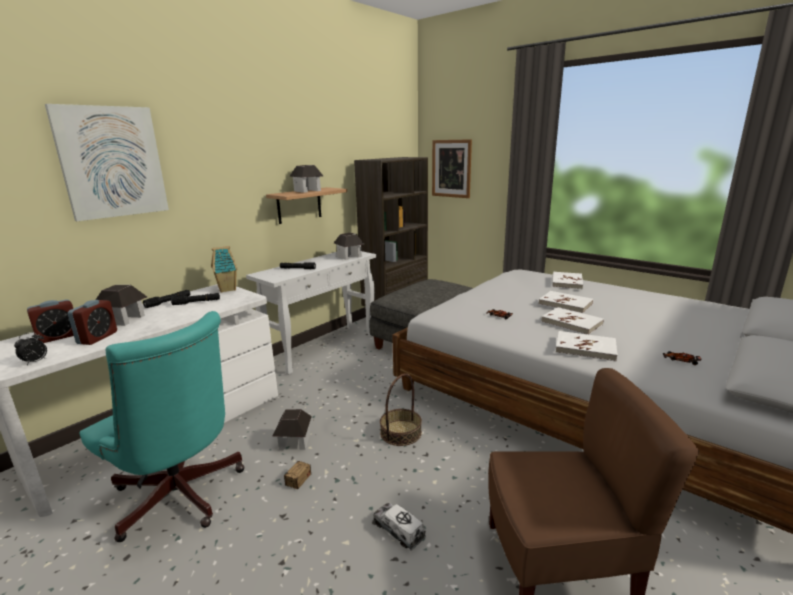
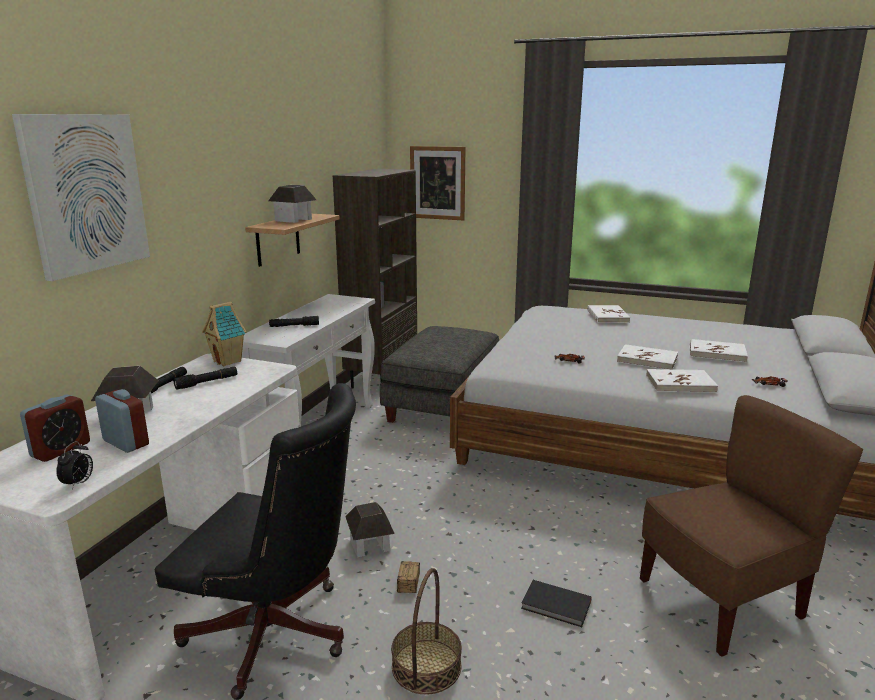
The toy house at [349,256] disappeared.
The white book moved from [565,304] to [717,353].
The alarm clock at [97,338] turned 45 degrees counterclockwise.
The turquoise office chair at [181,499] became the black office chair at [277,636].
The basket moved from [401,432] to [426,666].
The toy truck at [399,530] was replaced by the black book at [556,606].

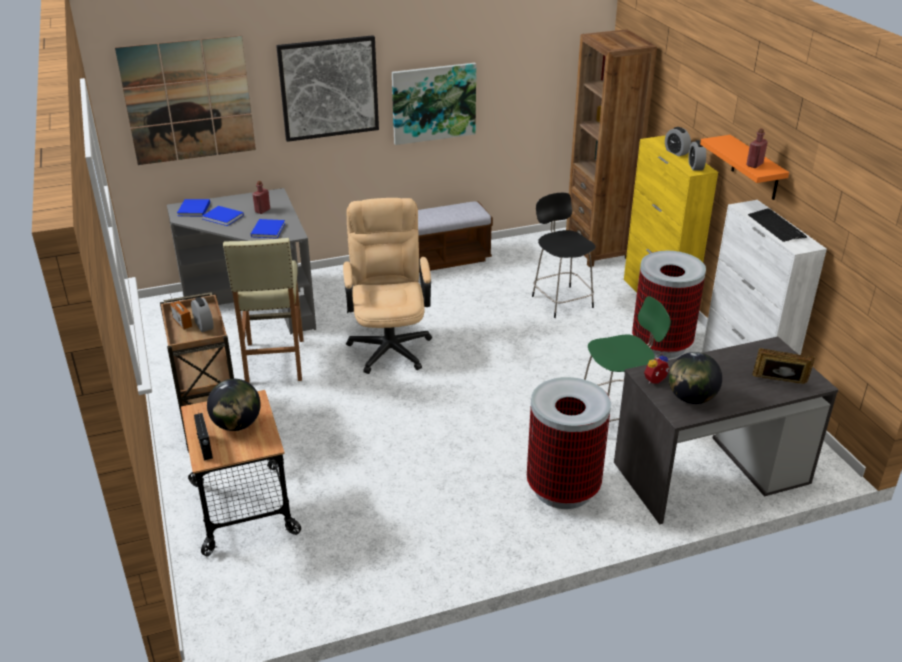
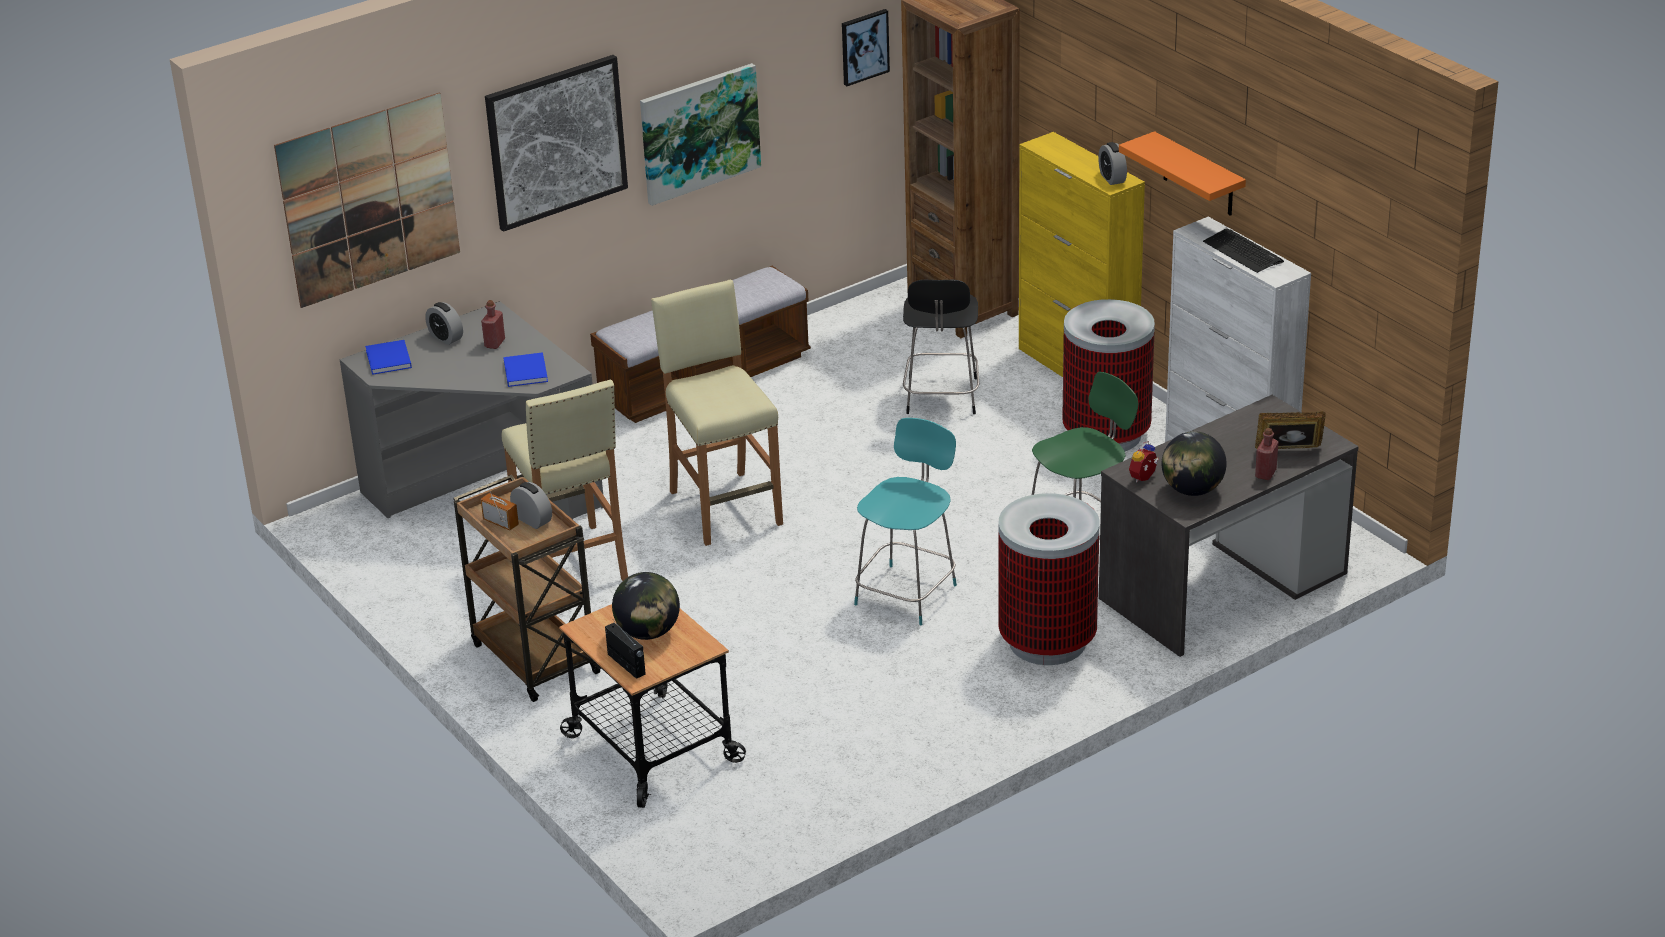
The alarm clock moved from [676,152] to [446,337].
The red bottle moved from [754,165] to [1265,473].
The black chair at [561,300] turned 135 degrees counterclockwise.
The beige office chair at [389,344] was replaced by the beige stool at [724,507].
The blue book at [224,217] disappeared.
The picture at [864,46] appeared.
The turquoise chair at [907,593] appeared.

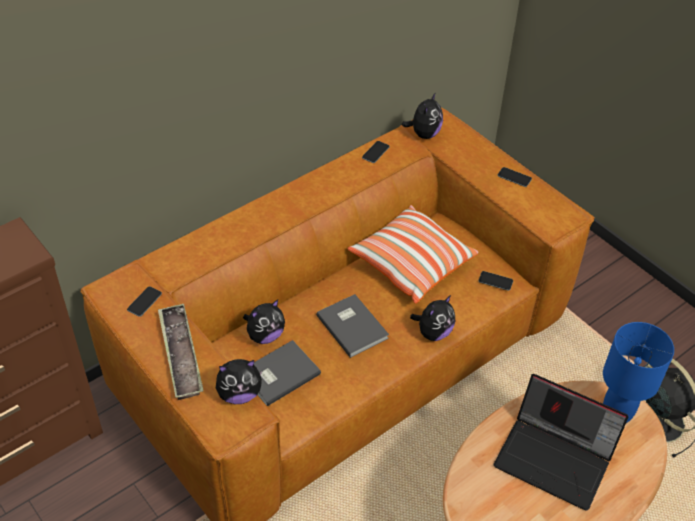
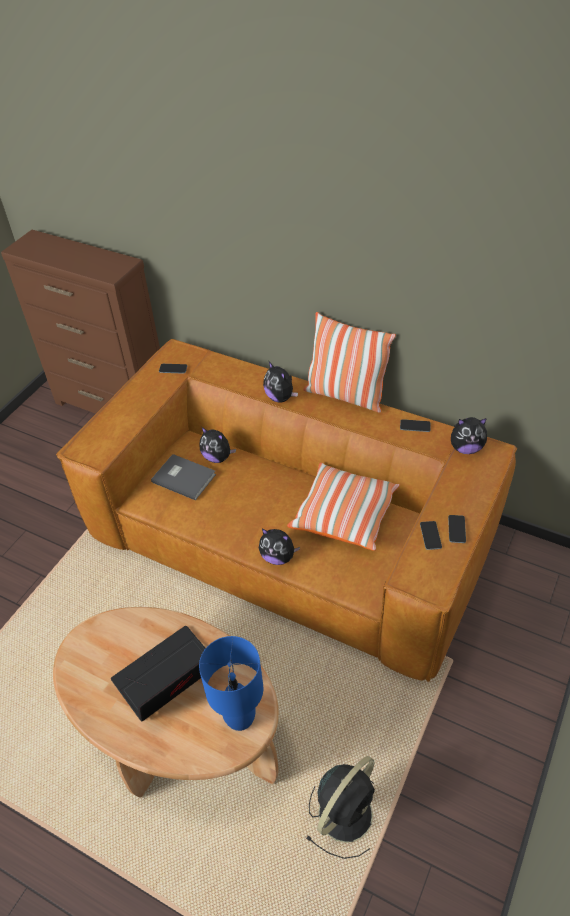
The phone moved from [495,281] to [430,535].
The grey book at [353,326] disappeared.
The tray at [180,355] disappeared.
The plush toy moved from [239,394] to [280,397].
The laptop at [555,459] turned 45 degrees clockwise.
The pillow at [345,395] appeared.

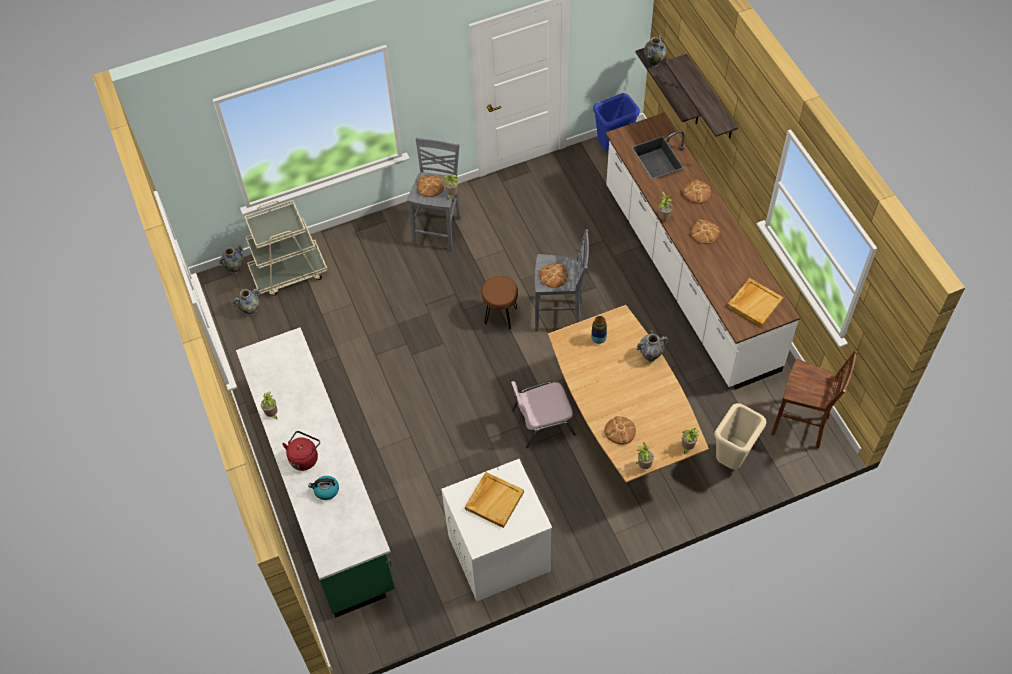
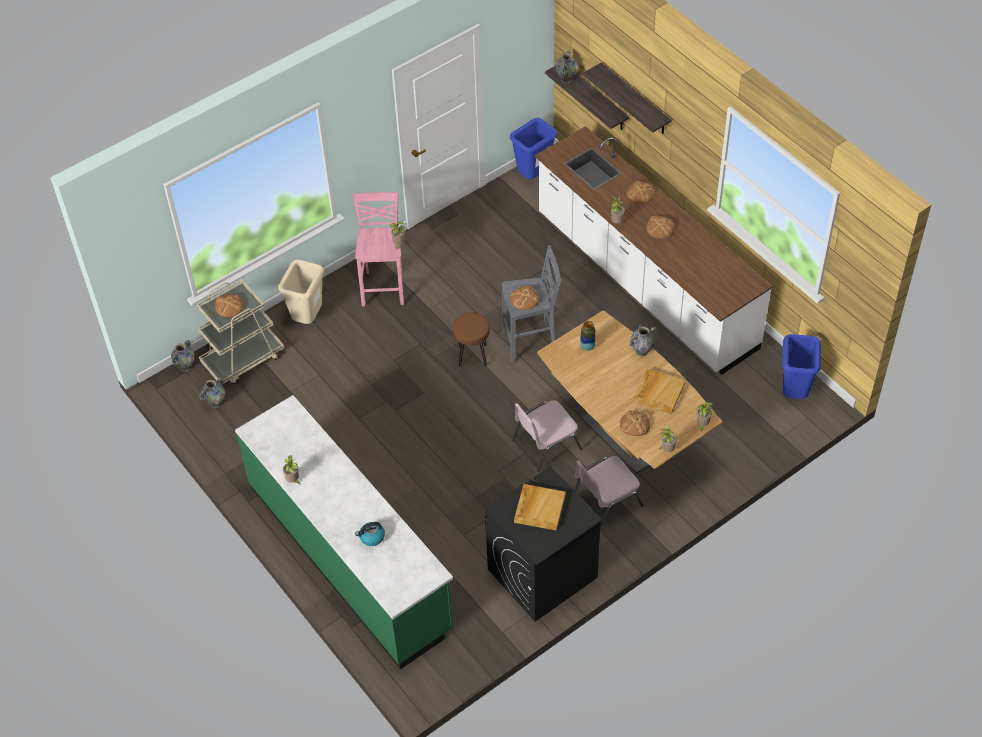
The grey stool at [439,230] became the pink stool at [384,287].
The bread moved from [430,186] to [229,306].
The beige tray moved from [754,303] to [658,392].
The brown stool at [801,425] was replaced by the blue trash can at [793,393].
The beige trash can moved from [732,459] to [308,318].
The red kettle at [304,457] disappeared.
The white washing machine at [498,554] became the black washing machine at [542,574].
The pink chair at [605,501] appeared.

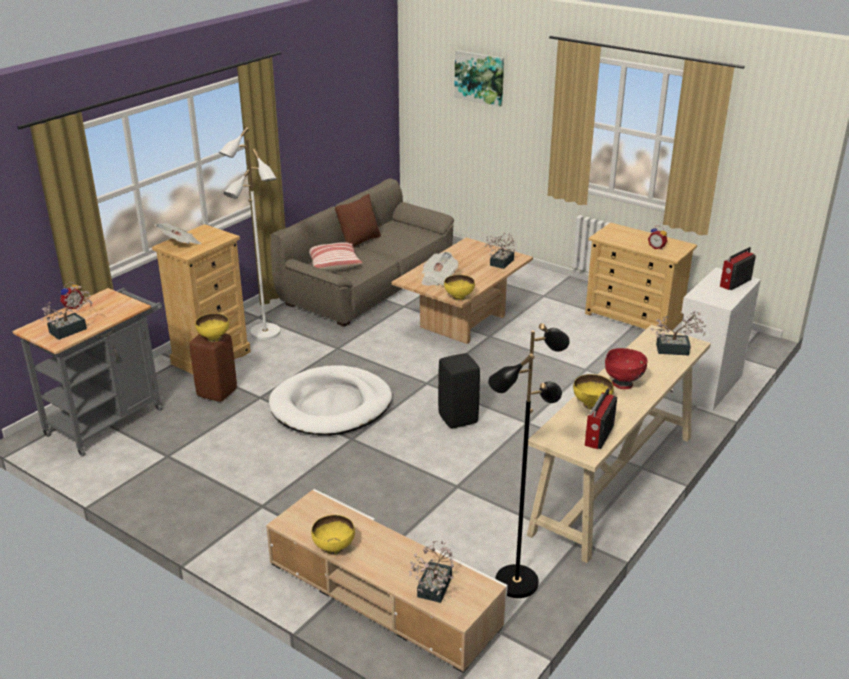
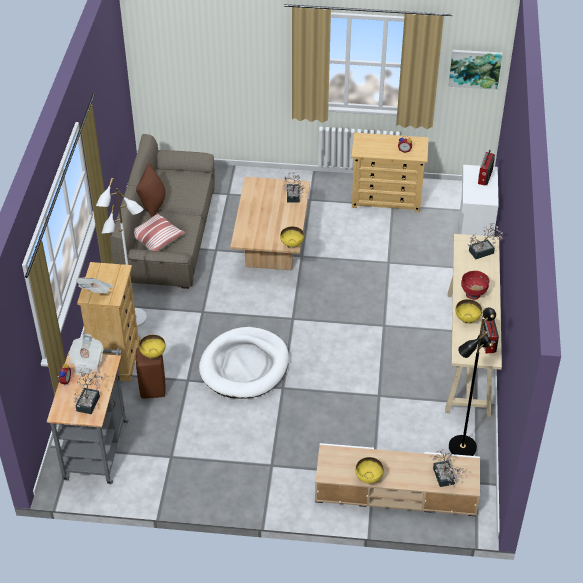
The picture moved from [479,77] to [475,68].
The newspaper moved from [438,279] to [86,362].
The black stool at [457,419] disappeared.

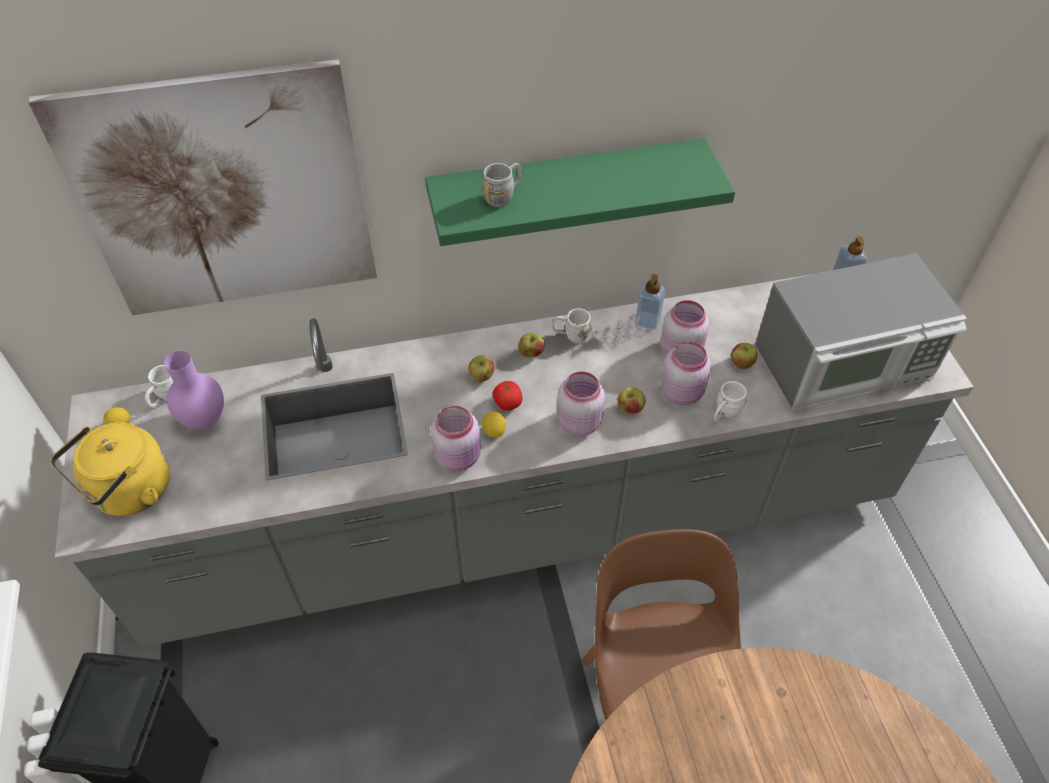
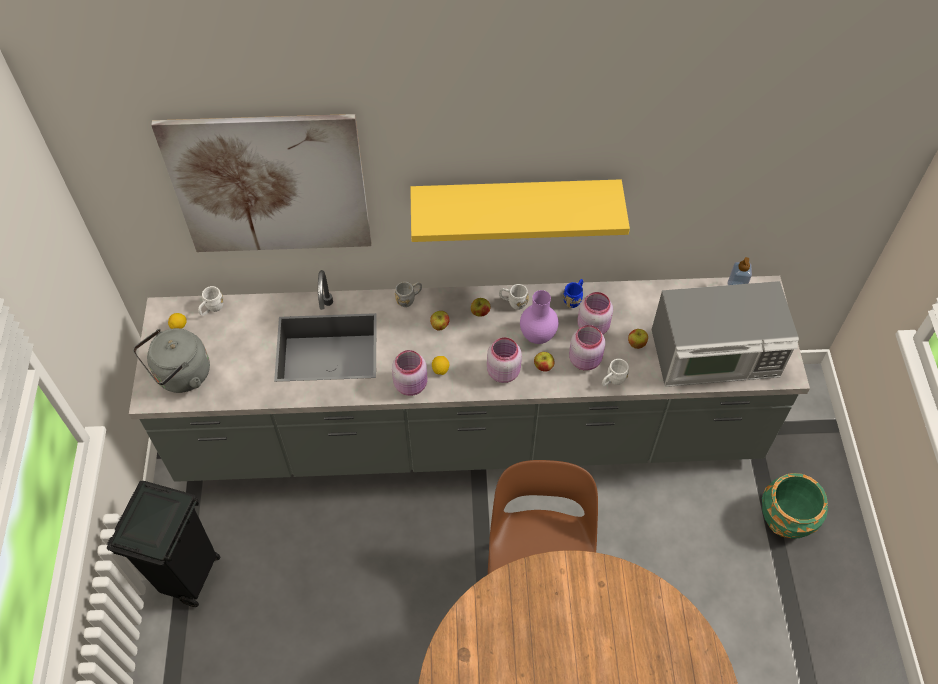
The green shelf at [566,188] became the yellow shelf at [515,201].
The grey mug moved from [503,196] to [409,299].
The soap dispenser at [647,321] was replaced by the blue mug at [574,298].
The purple vase moved from [206,420] to [538,337].
The tomato at [508,403] disappeared.
The yellow kettle at [129,493] became the grey kettle at [180,376].
The green planter at [785,518] appeared.

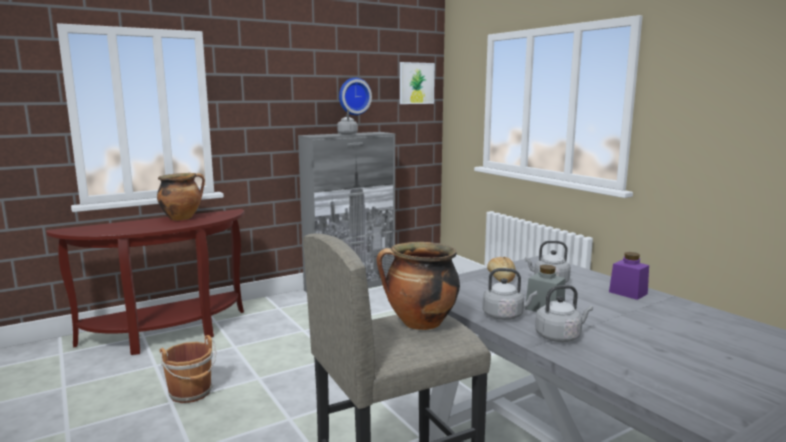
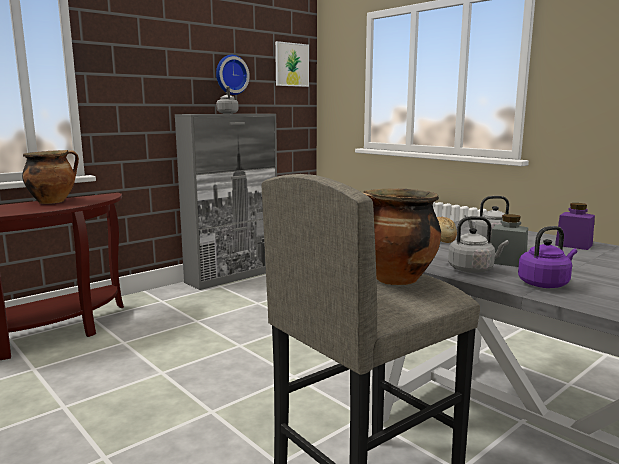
The grey kettle at [560,336] became the purple kettle at [545,284].
The brown bucket at [191,393] disappeared.

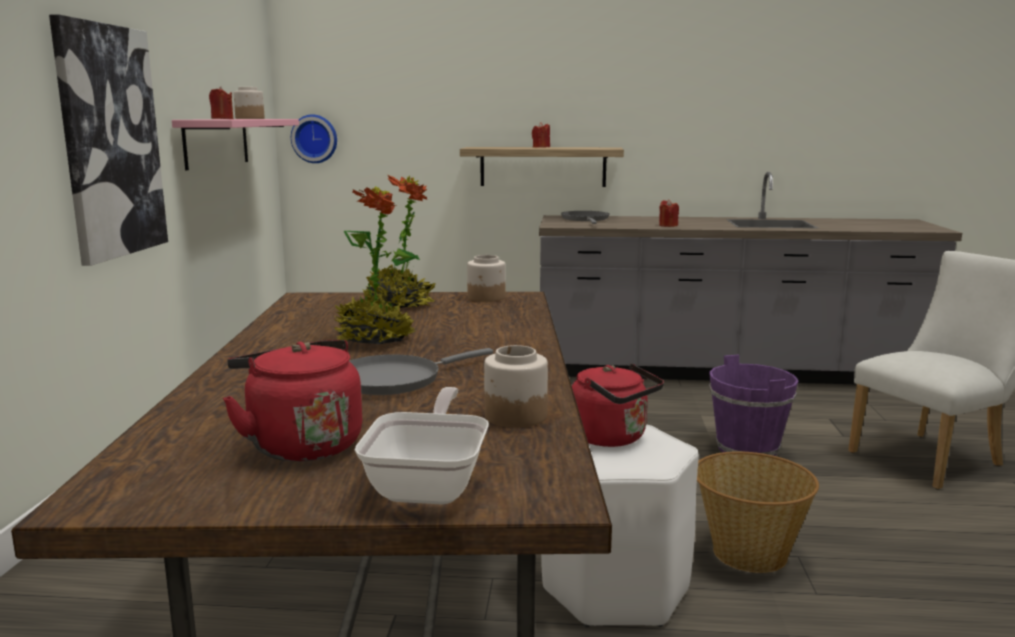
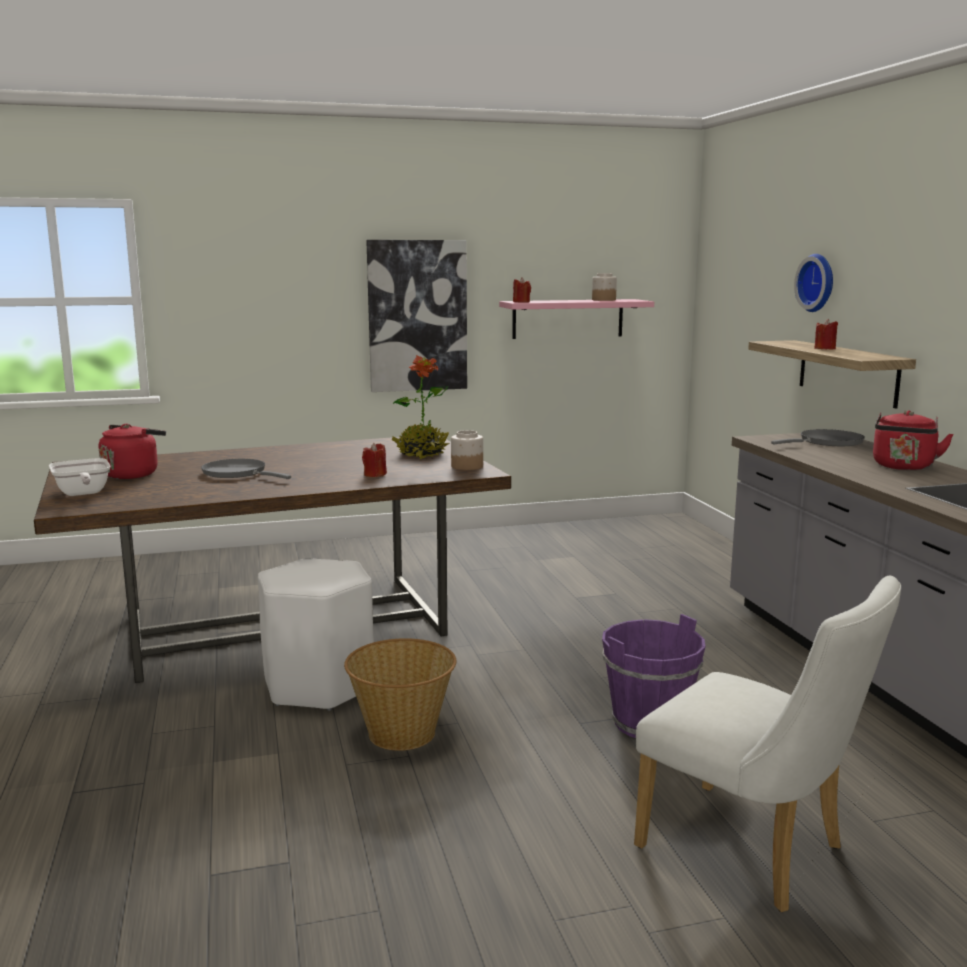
The wall clock moved from [315,138] to [818,283].
The potted plant at [375,340] disappeared.
The red candle moved from [668,225] to [375,474].
The jar at [515,416] disappeared.
The red kettle moved from [612,438] to [903,467].
The frying pan at [430,484] turned 75 degrees clockwise.

